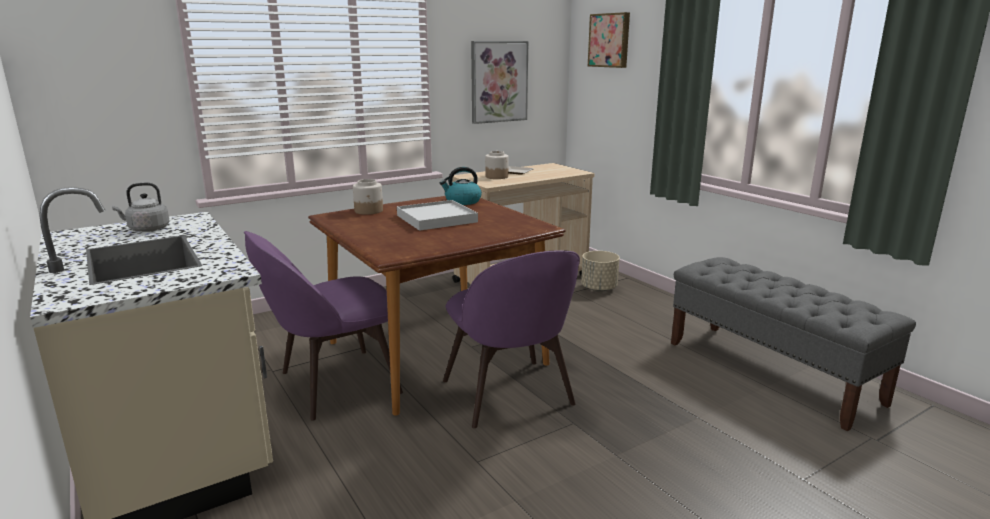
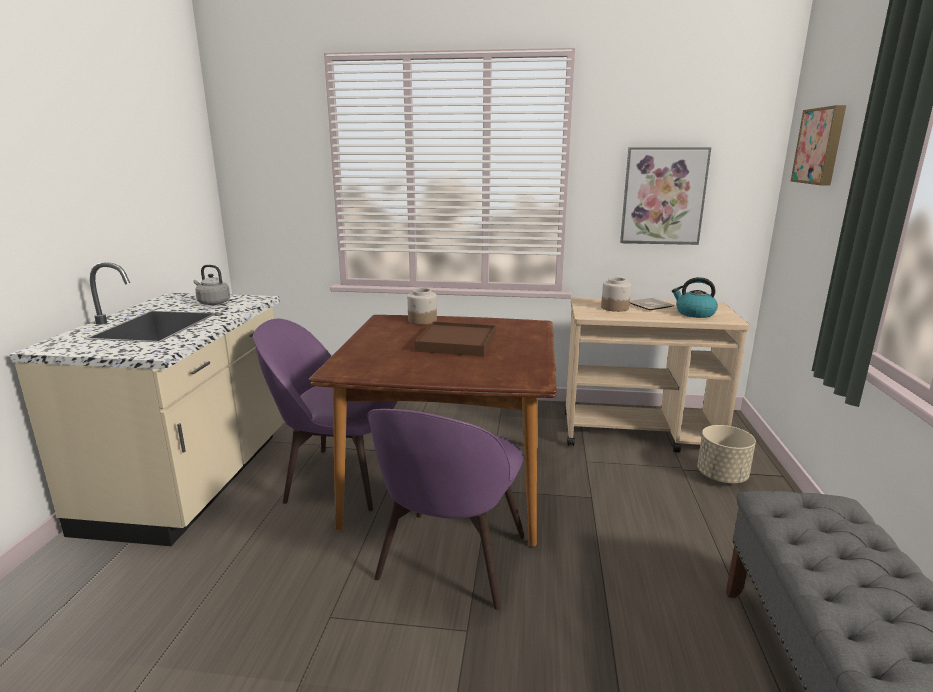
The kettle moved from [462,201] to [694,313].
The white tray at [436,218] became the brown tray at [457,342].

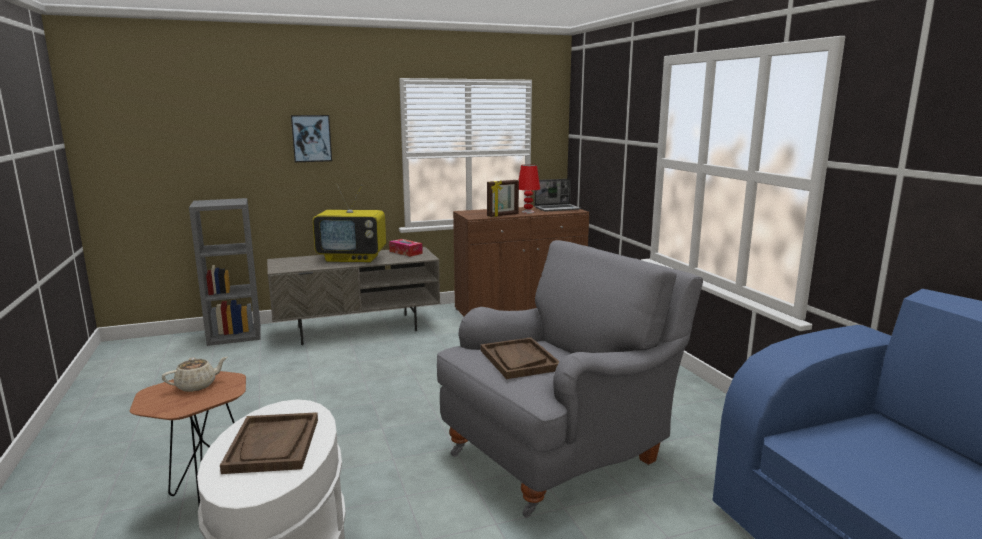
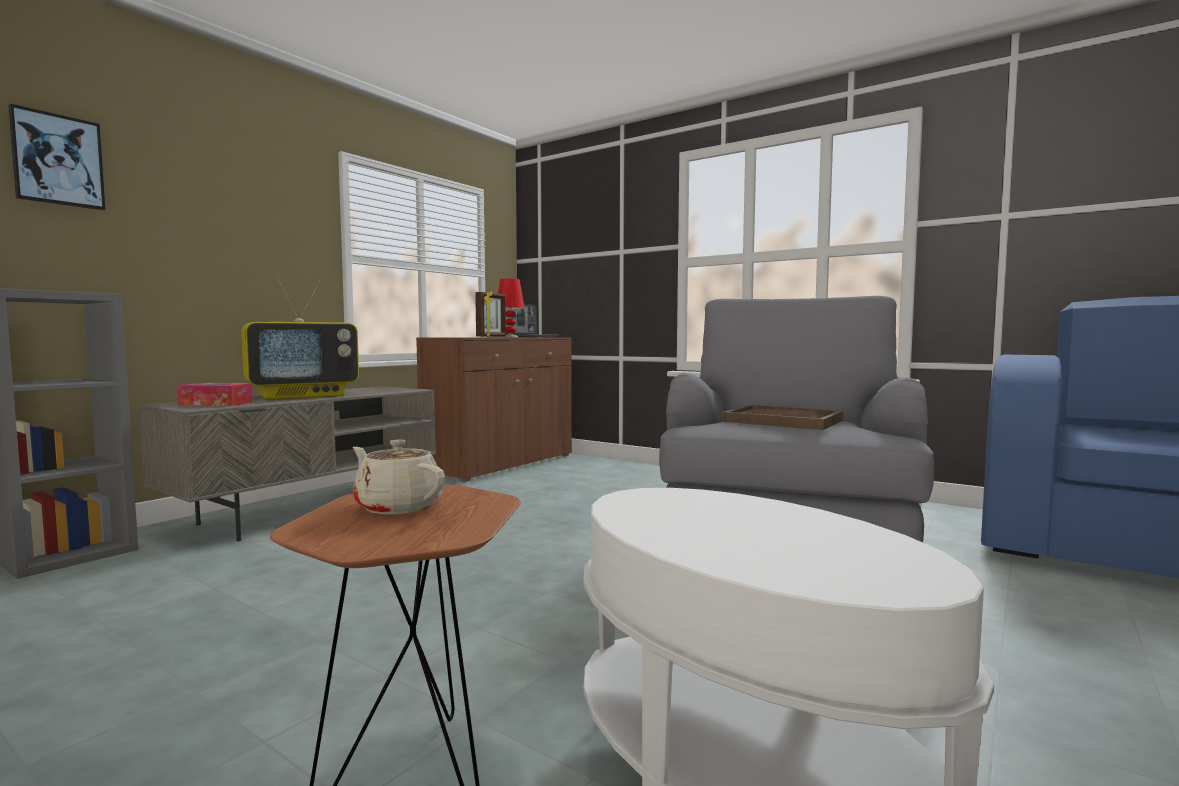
The picture moved from [311,138] to [58,160].
The tissue box moved from [405,252] to [216,403].
The beige teapot at [197,385] turned 75 degrees counterclockwise.
The brown tray at [273,445] disappeared.

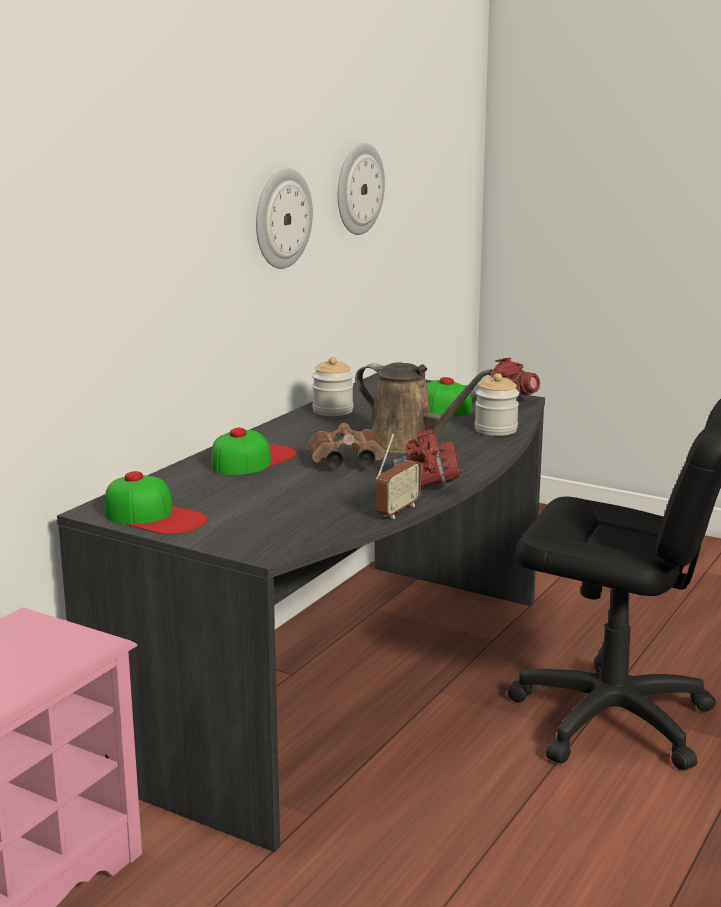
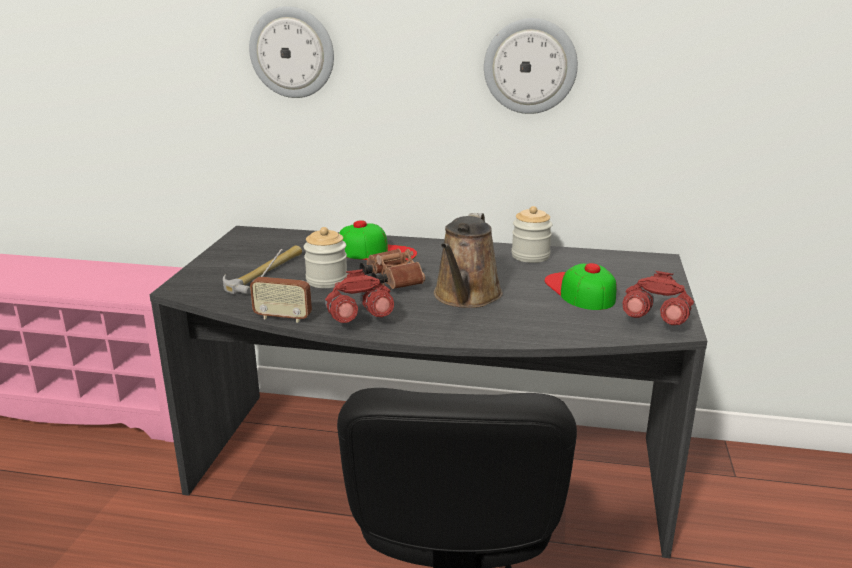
The wall clock moved from [358,189] to [292,52].
The jar moved from [496,430] to [327,280].
The cap at [154,516] disappeared.
The hammer at [266,273] appeared.

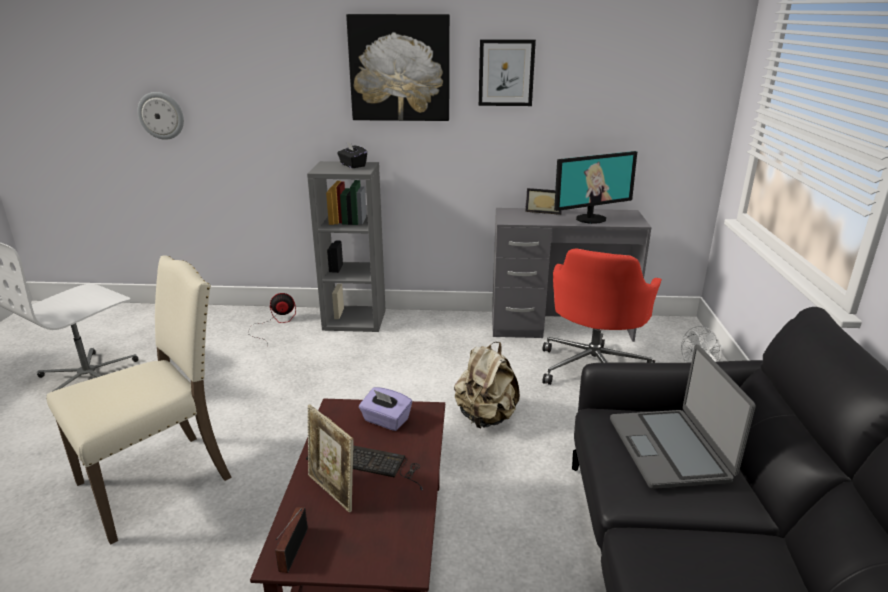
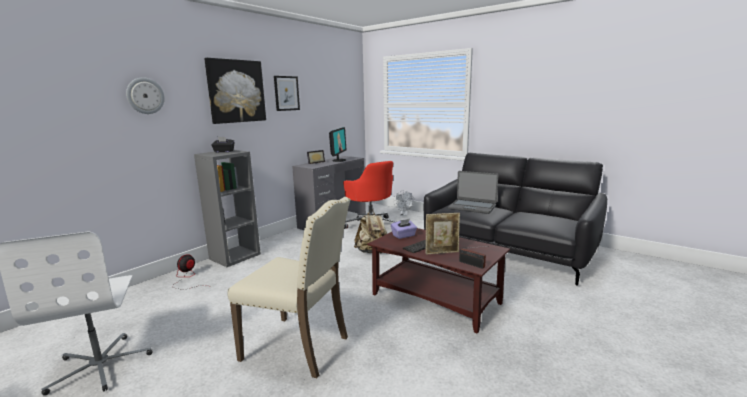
The wall clock moved from [161,115] to [145,96].
The beige chair at [159,480] turned 120 degrees clockwise.

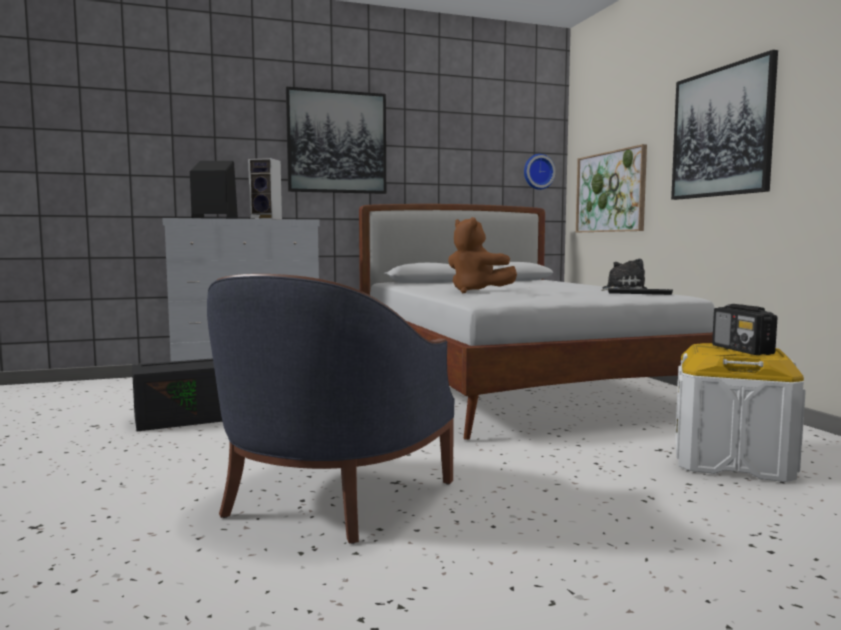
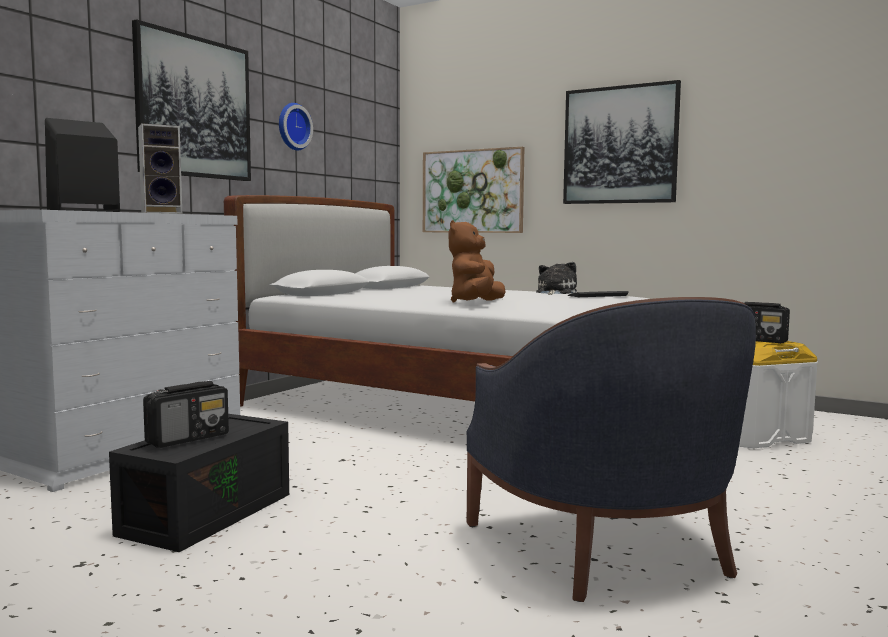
The wall clock moved from [538,172] to [292,127].
The brown plush toy at [476,292] turned 105 degrees clockwise.
The radio at [188,438] appeared.

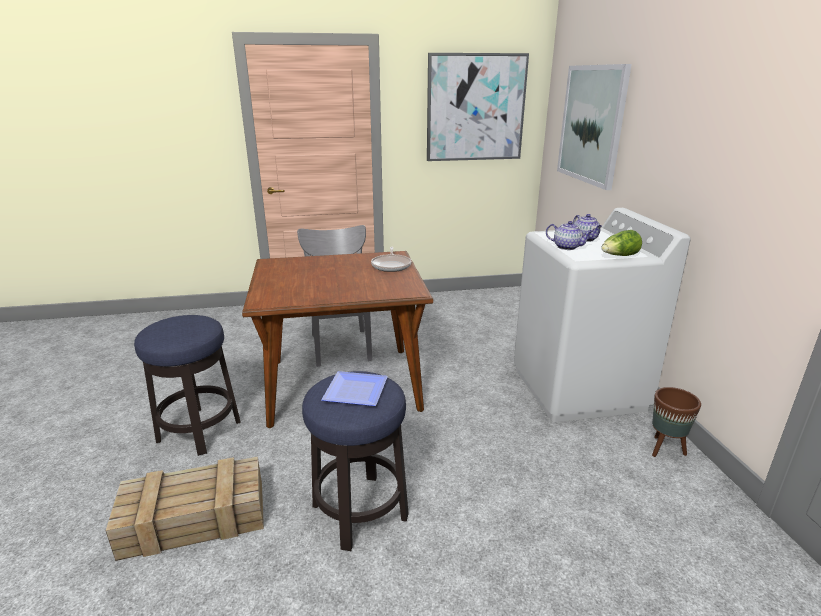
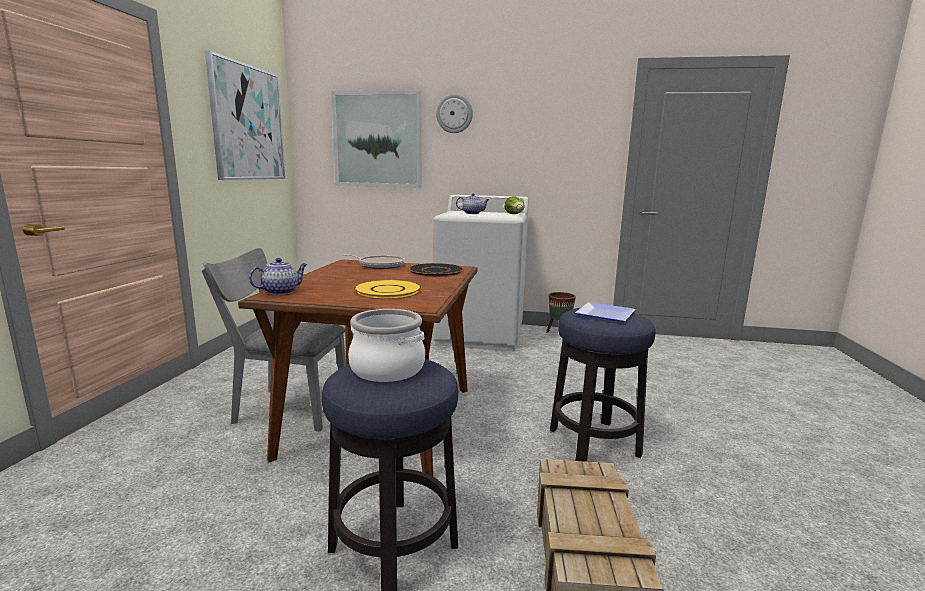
The teapot moved from [567,247] to [281,291].
The wall clock at [454,113] appeared.
The black plate at [436,271] appeared.
The yellow plate at [387,290] appeared.
The cooking pot at [388,369] appeared.

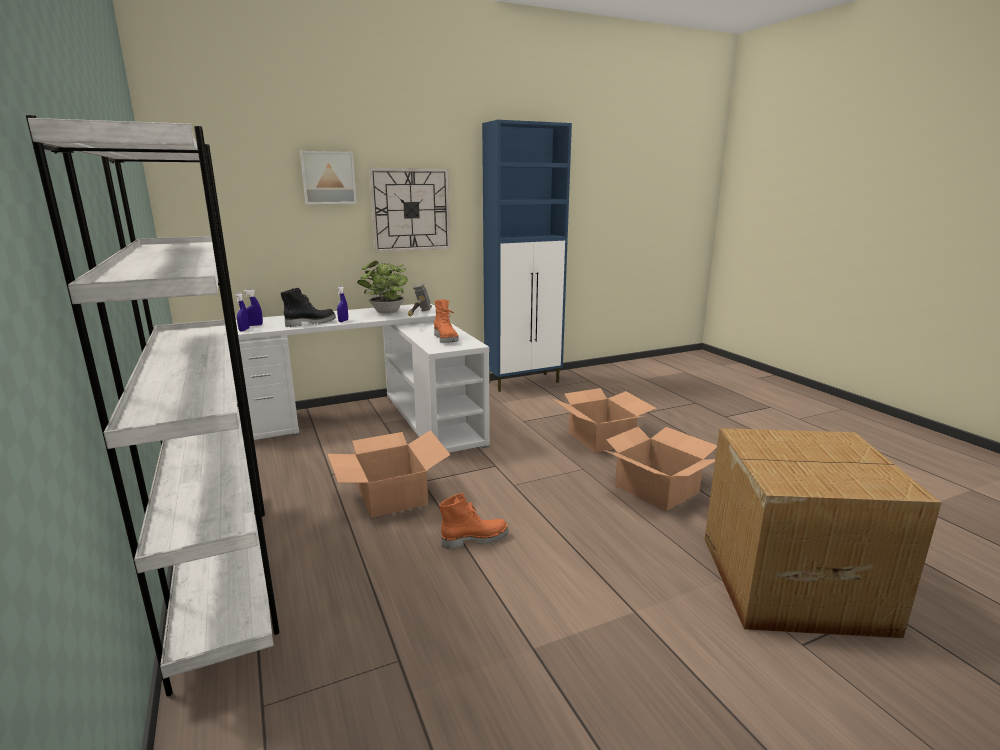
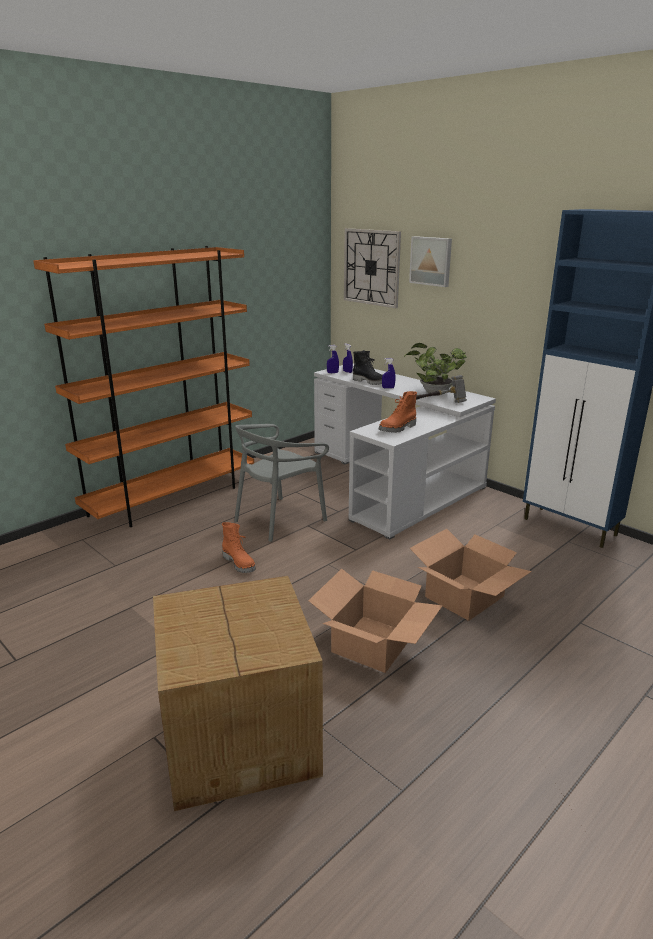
The white bookcase at [224,575] became the orange bookcase at [172,498].
The wall clock moved from [411,210] to [371,267].
The cardboard box at [391,496] was replaced by the grey chair at [279,519].

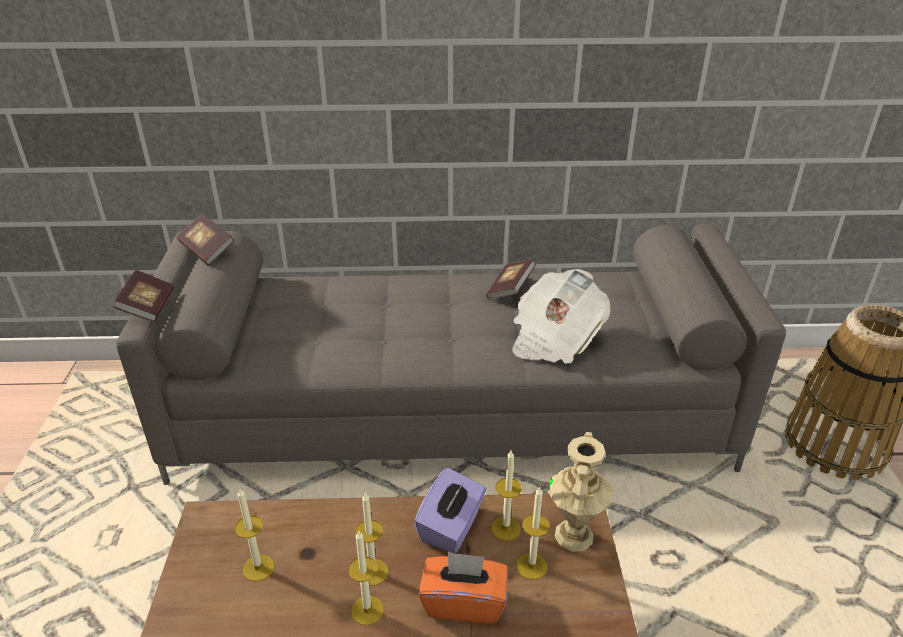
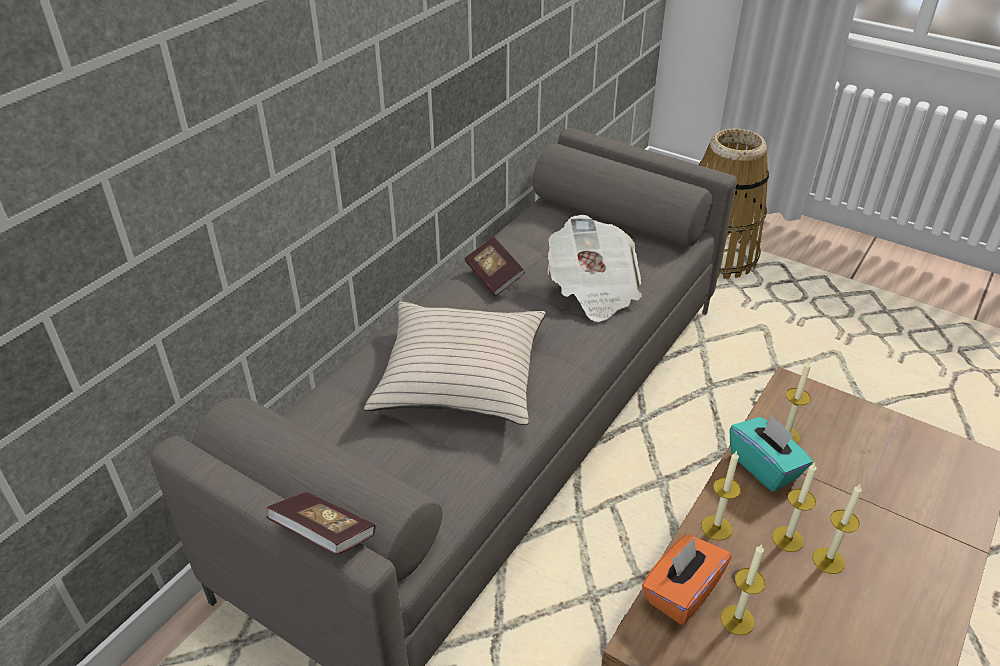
The book at [207,250] disappeared.
The beige vase at [575,535] disappeared.
The purple tissue box at [451,527] became the turquoise tissue box at [764,466].
The candle moved from [531,566] to [716,527].
The orange tissue box moved from [463,602] to [681,592].
The beige pillow at [460,376] appeared.

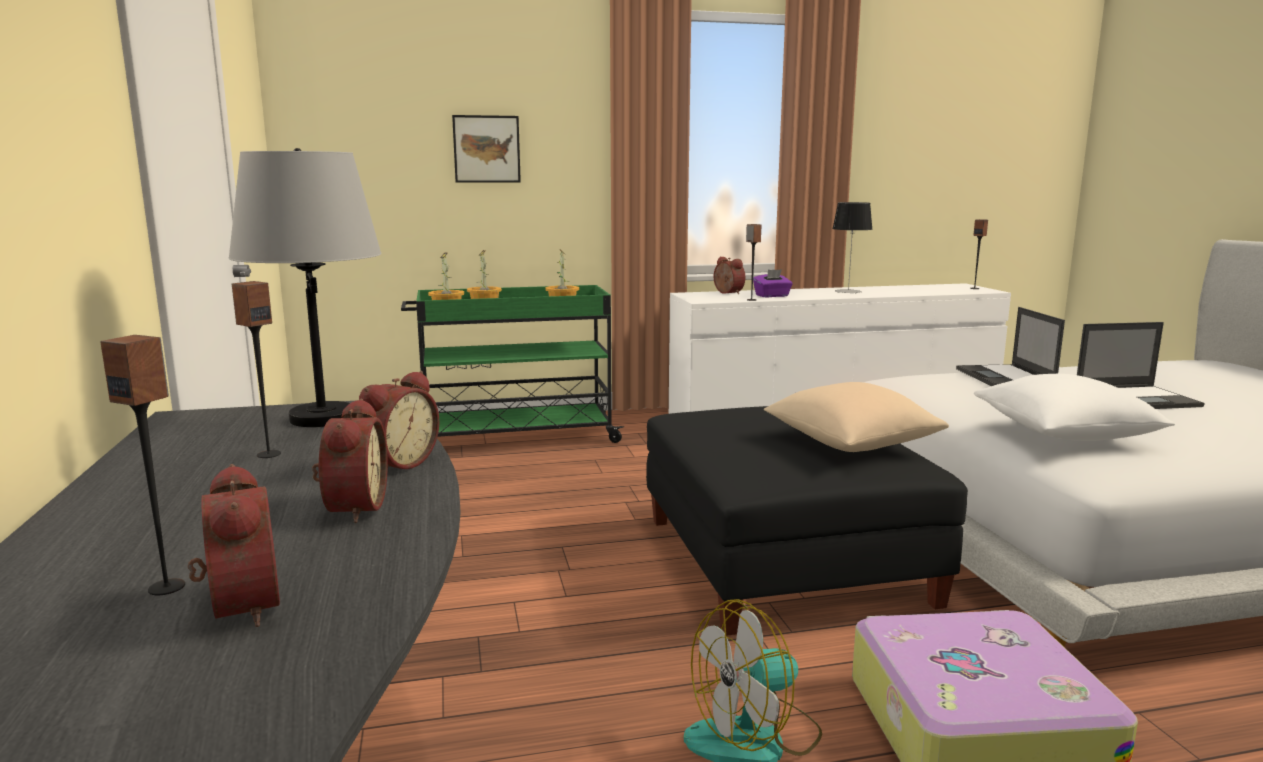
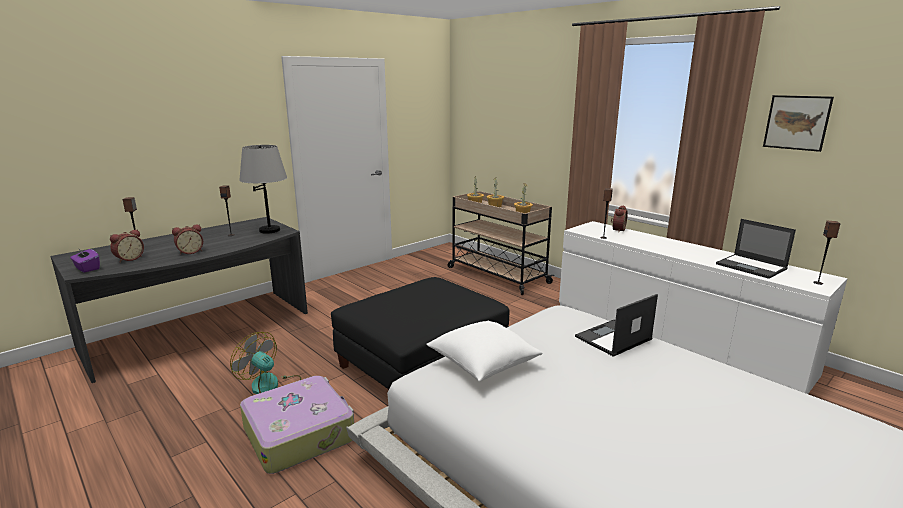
The picture moved from [486,149] to [796,122].
The table lamp at [848,291] disappeared.
The purple tissue box moved from [772,296] to [87,268].
The green cart at [514,437] became the beige cart at [496,275].
The laptop moved from [1137,399] to [752,267].
The alarm clock at [396,464] disappeared.
The beige pillow at [851,444] disappeared.

